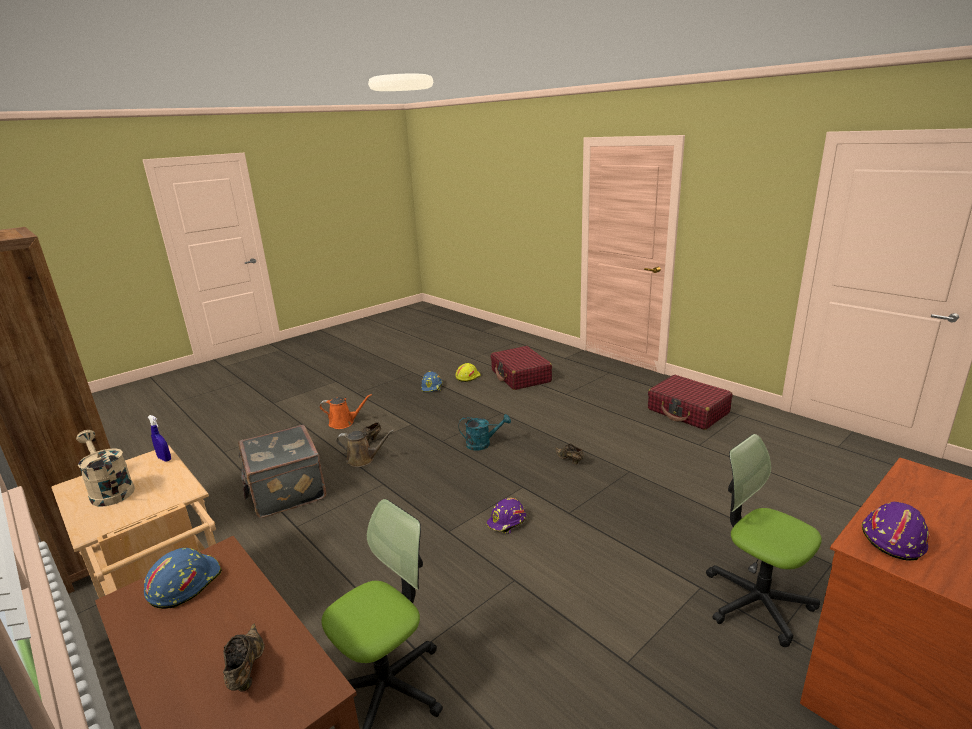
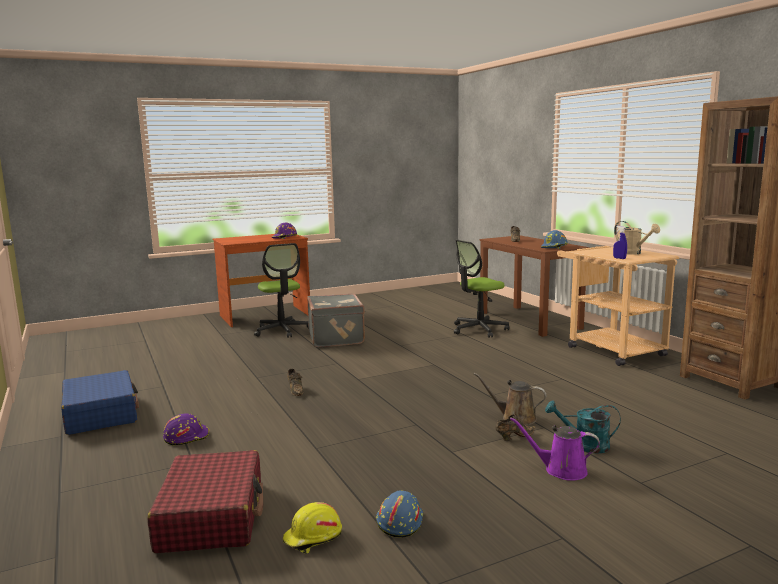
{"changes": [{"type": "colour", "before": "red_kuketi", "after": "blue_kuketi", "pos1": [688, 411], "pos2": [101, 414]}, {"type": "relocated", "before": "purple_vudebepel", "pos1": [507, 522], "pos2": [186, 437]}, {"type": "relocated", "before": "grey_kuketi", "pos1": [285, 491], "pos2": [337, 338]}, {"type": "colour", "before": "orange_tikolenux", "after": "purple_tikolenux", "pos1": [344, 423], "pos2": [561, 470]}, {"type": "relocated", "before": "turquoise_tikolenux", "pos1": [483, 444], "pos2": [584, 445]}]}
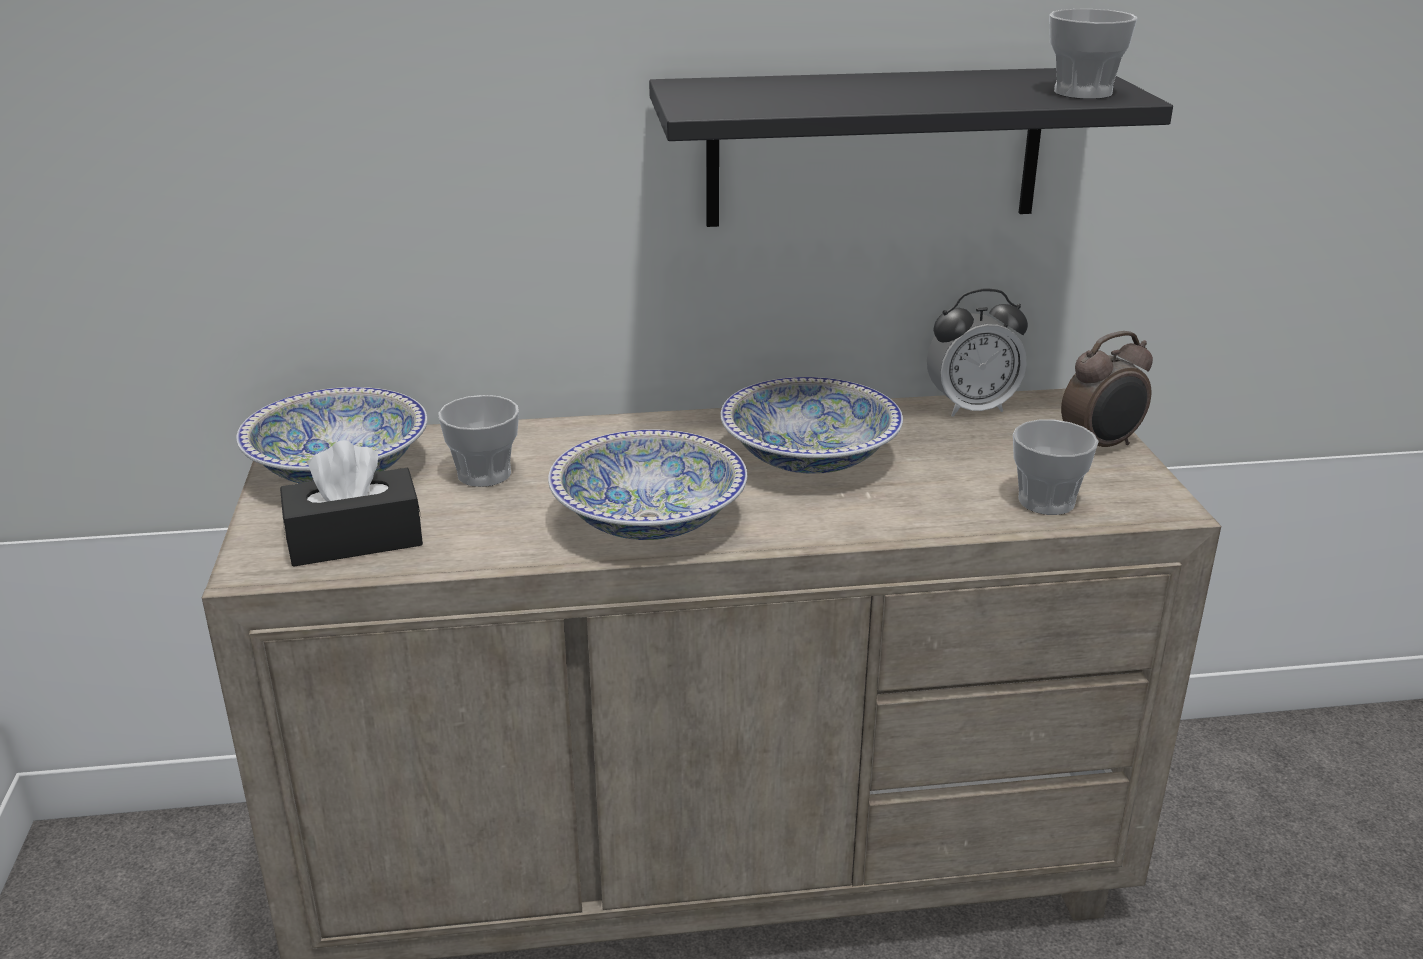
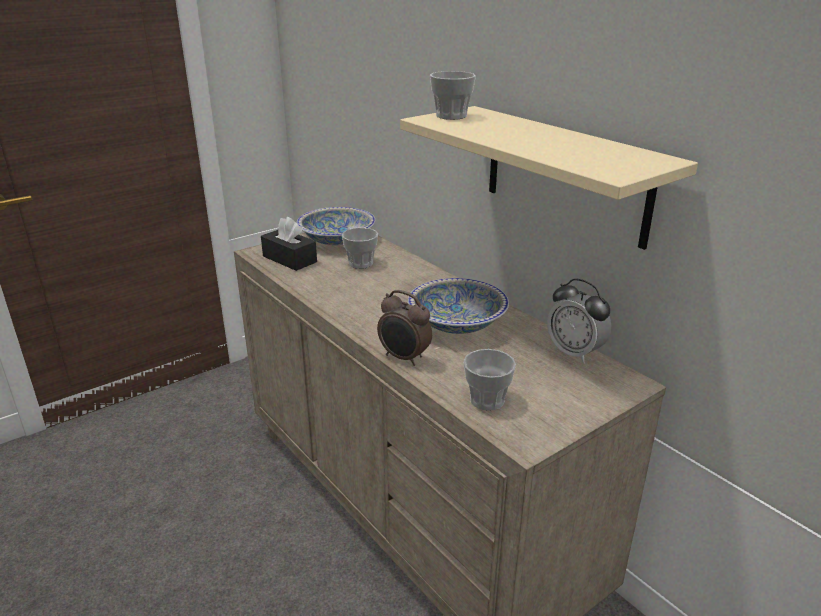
{"changes": [{"type": "relocated", "before": "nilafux", "pos1": [1101, 446], "pos2": [404, 358]}, {"type": "colour", "before": "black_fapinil", "after": "beige_fapinil", "pos1": [874, 147], "pos2": [565, 174]}, {"type": "relocated", "before": "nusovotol", "pos1": [1083, 92], "pos2": [451, 116]}, {"type": "missing", "before": "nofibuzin", "pos1": [648, 520]}]}
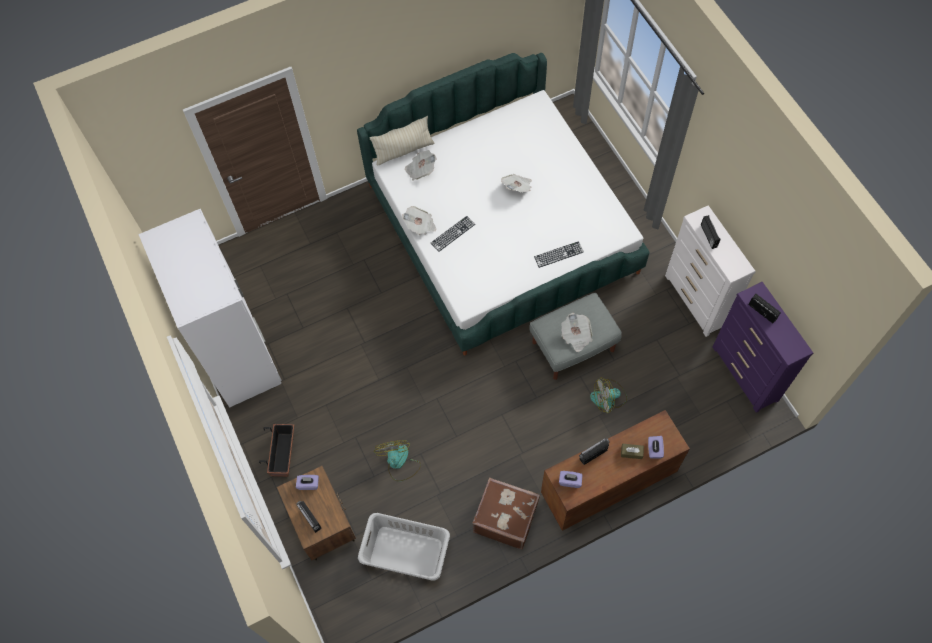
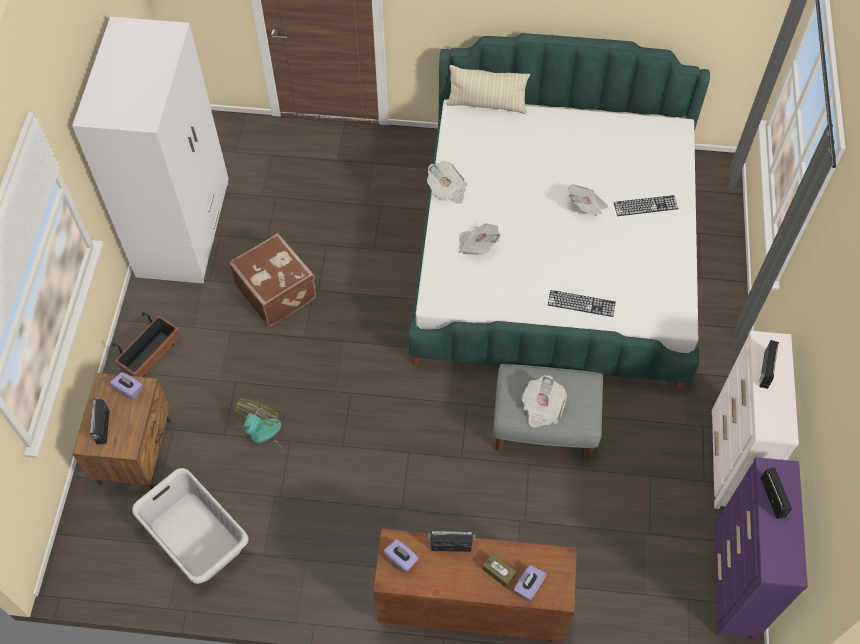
{"changes": [{"type": "relocated", "before": "brown_kuketi", "pos1": [505, 517], "pos2": [277, 291]}, {"type": "relocated", "before": "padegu", "pos1": [420, 170], "pos2": [477, 245]}, {"type": "relocated", "before": "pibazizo", "pos1": [453, 233], "pos2": [645, 205]}, {"type": "missing", "before": "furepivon", "pos1": [608, 398]}]}
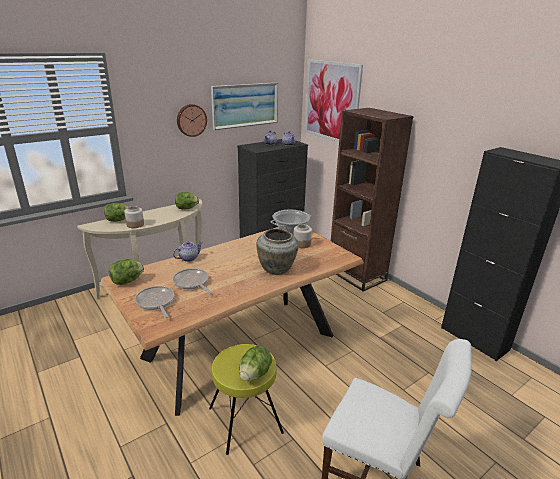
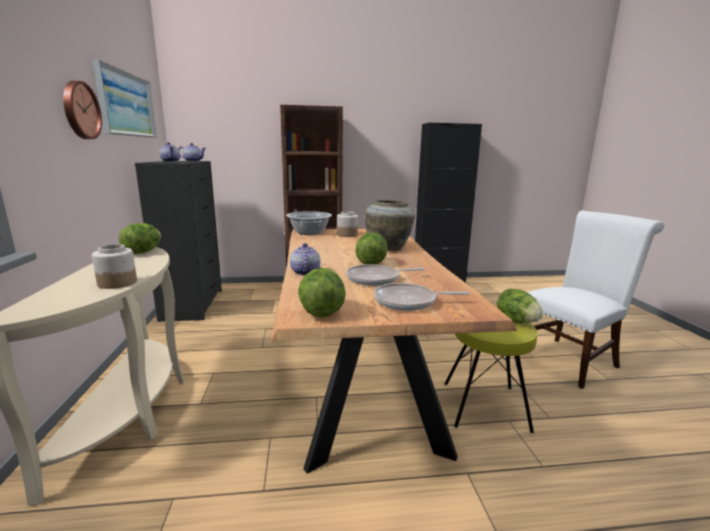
{"changes": [{"type": "relocated", "before": "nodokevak", "pos1": [118, 220], "pos2": [371, 263]}, {"type": "missing", "before": "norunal", "pos1": [331, 101]}]}
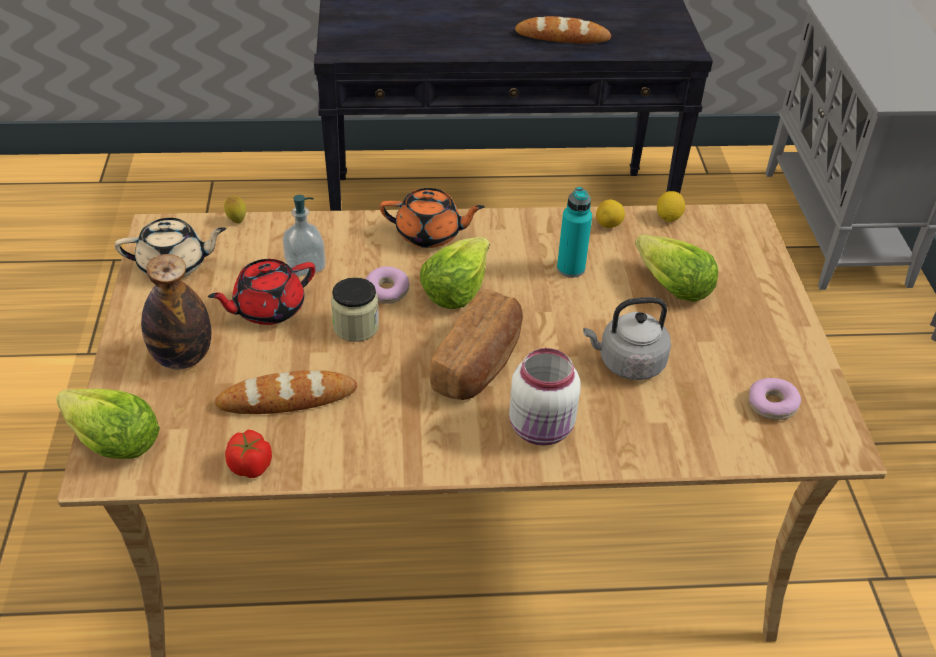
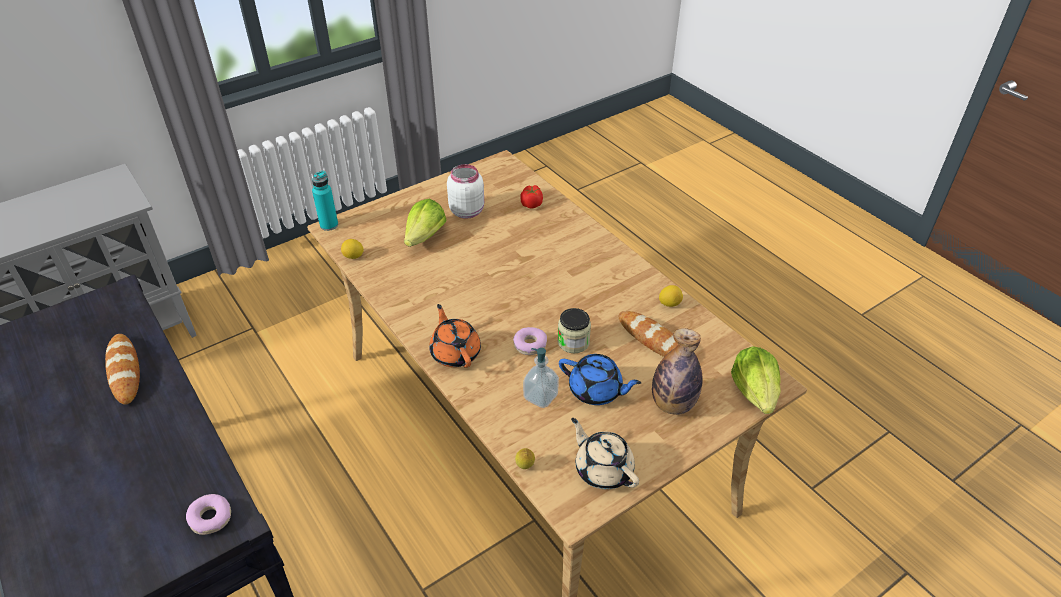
{"changes": [{"type": "relocated", "before": "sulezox", "pos1": [772, 404], "pos2": [210, 518]}, {"type": "relocated", "before": "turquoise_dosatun", "pos1": [570, 268], "pos2": [329, 225]}, {"type": "relocated", "before": "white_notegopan", "pos1": [542, 429], "pos2": [467, 210]}, {"type": "relocated", "before": "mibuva", "pos1": [250, 466], "pos2": [531, 204]}, {"type": "colour", "before": "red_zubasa", "after": "blue_zubasa", "pos1": [267, 309], "pos2": [596, 391]}, {"type": "relocated", "before": "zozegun", "pos1": [609, 225], "pos2": [669, 304]}, {"type": "missing", "before": "nodokevak", "pos1": [455, 289]}, {"type": "missing", "before": "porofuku", "pos1": [479, 364]}, {"type": "missing", "before": "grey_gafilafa", "pos1": [627, 363]}]}
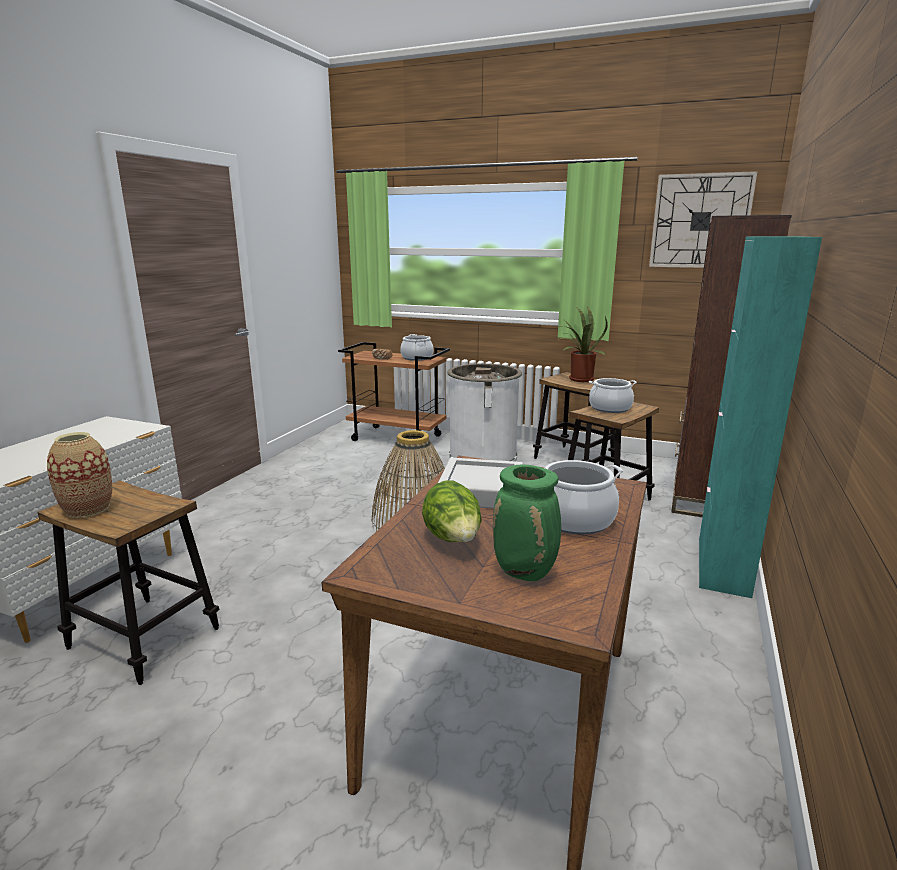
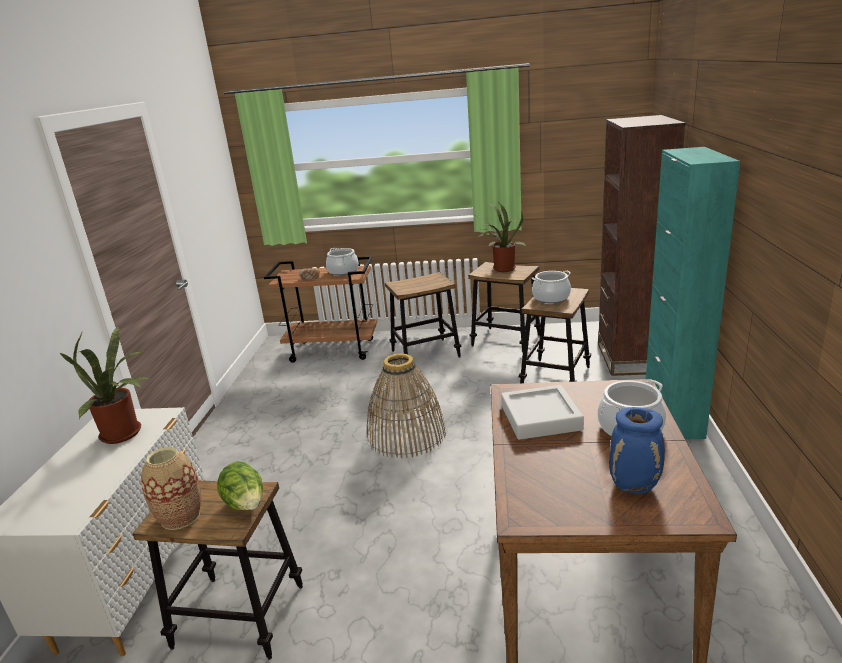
{"changes": [{"type": "appeared", "after": "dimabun", "pos2": [125, 434]}, {"type": "relocated", "before": "nodokevak", "pos1": [453, 540], "pos2": [246, 505]}, {"type": "exchanged", "before": "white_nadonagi", "after": "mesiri", "pos1": [482, 457], "pos2": [425, 354]}, {"type": "colour", "before": "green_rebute", "after": "blue_rebute", "pos1": [526, 572], "pos2": [635, 486]}, {"type": "missing", "before": "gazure", "pos1": [700, 221]}]}
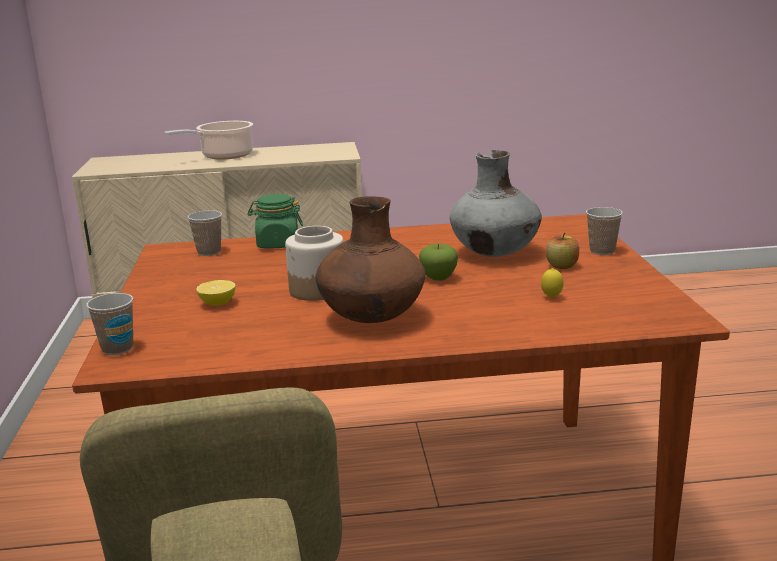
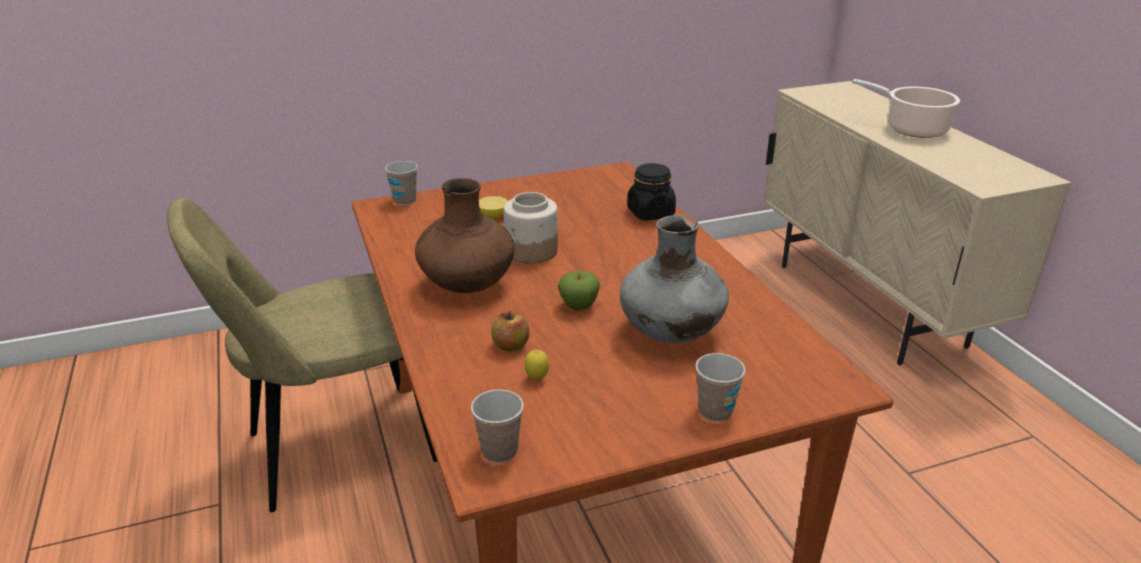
{"changes": [{"type": "relocated", "before": "nusovotol", "pos1": [209, 252], "pos2": [499, 451]}, {"type": "relocated", "before": "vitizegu", "pos1": [562, 266], "pos2": [511, 345]}, {"type": "colour", "before": "green_notegopan", "after": "black_notegopan", "pos1": [277, 244], "pos2": [650, 213]}]}
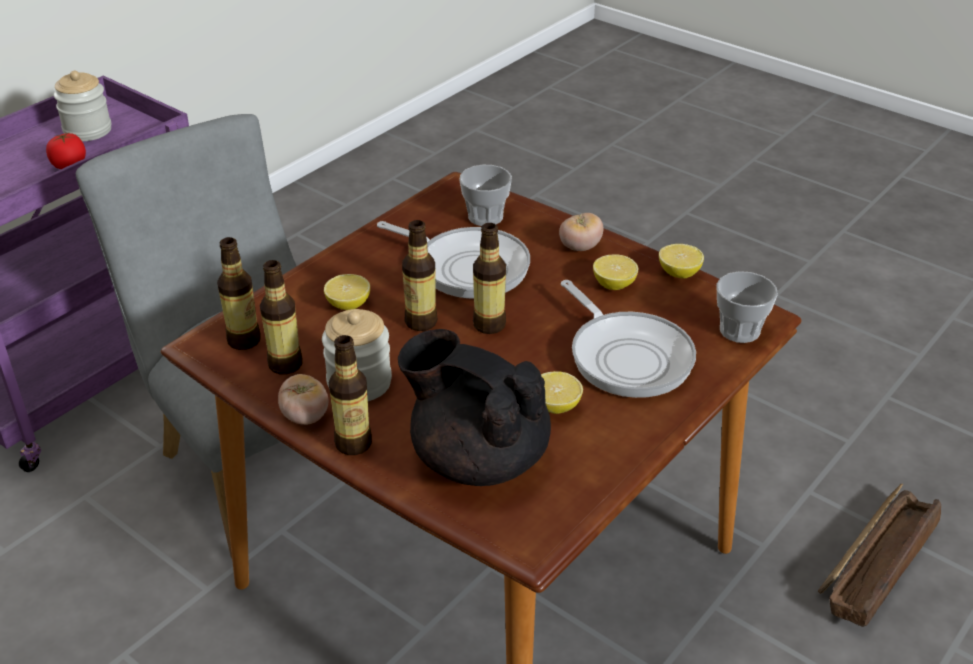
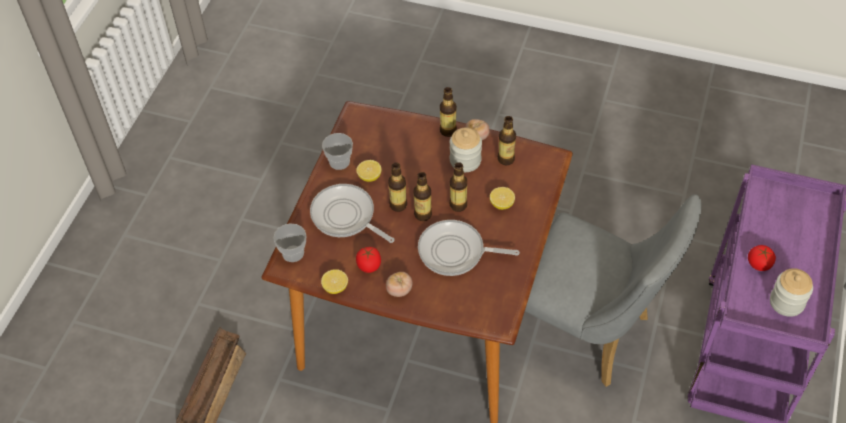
{"changes": [{"type": "relocated", "before": "nusovotol", "pos1": [485, 217], "pos2": [339, 162]}, {"type": "exchanged", "before": "zozegun", "after": "mibuva", "pos1": [614, 284], "pos2": [369, 265]}, {"type": "relocated", "before": "dosatun", "pos1": [244, 340], "pos2": [398, 205]}, {"type": "missing", "before": "black_zubasa", "pos1": [477, 457]}]}
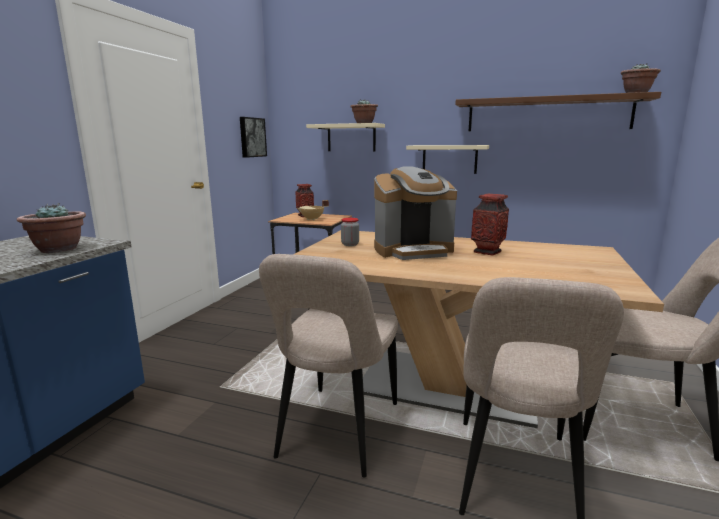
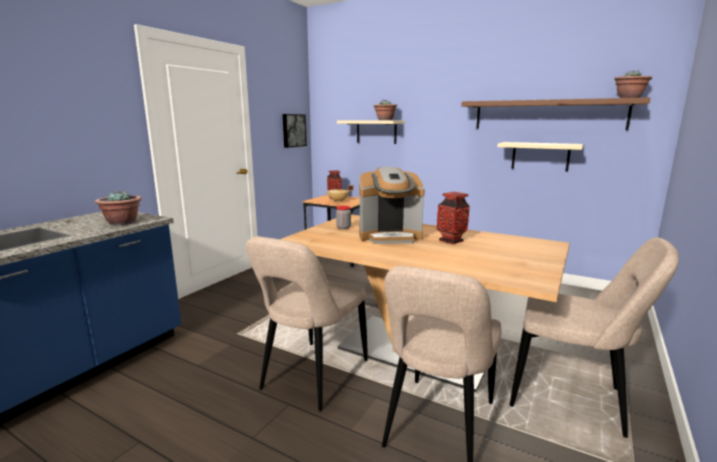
{"changes": [{"type": "relocated", "before": "beige_fapinil", "pos1": [449, 159], "pos2": [540, 156]}]}
